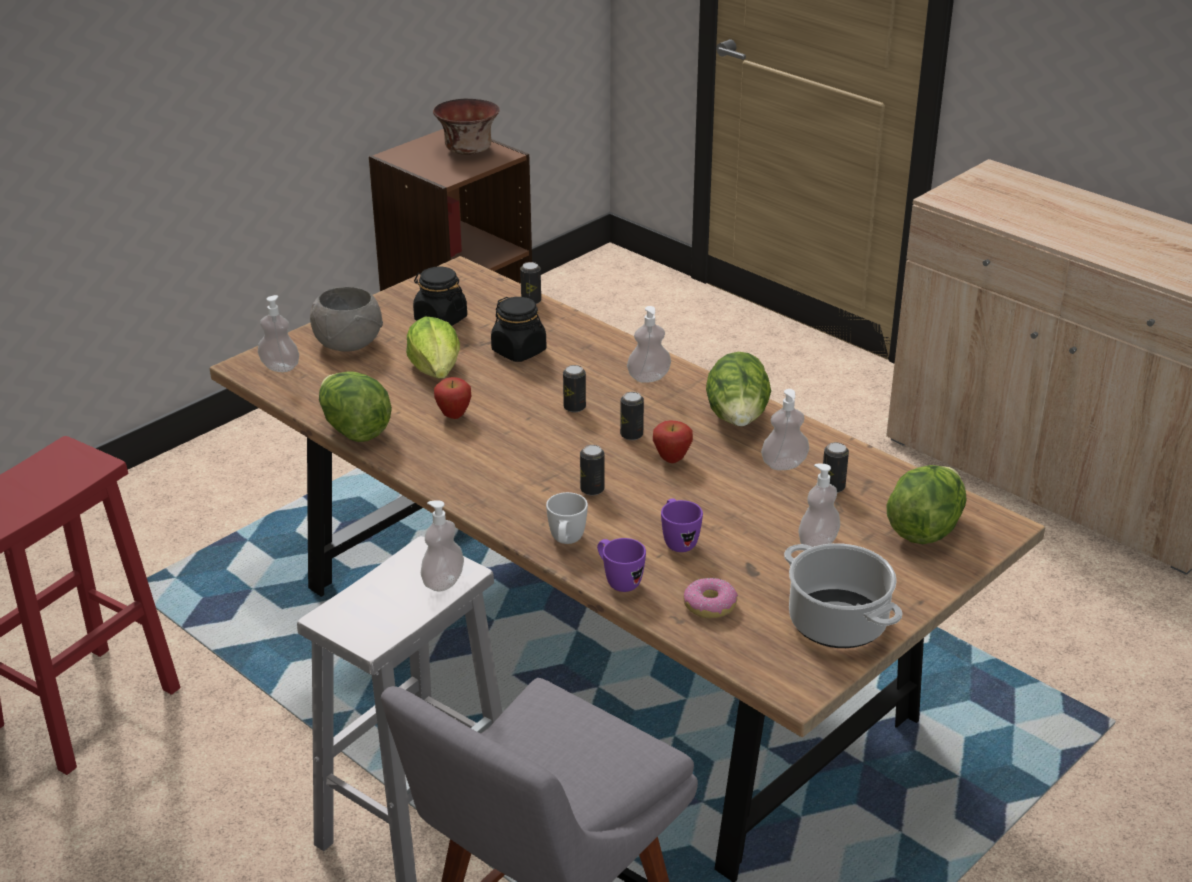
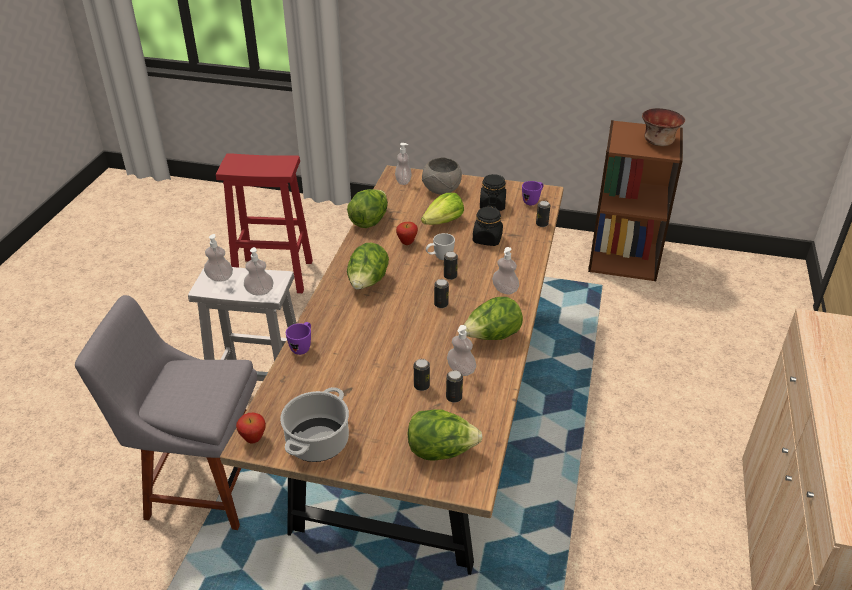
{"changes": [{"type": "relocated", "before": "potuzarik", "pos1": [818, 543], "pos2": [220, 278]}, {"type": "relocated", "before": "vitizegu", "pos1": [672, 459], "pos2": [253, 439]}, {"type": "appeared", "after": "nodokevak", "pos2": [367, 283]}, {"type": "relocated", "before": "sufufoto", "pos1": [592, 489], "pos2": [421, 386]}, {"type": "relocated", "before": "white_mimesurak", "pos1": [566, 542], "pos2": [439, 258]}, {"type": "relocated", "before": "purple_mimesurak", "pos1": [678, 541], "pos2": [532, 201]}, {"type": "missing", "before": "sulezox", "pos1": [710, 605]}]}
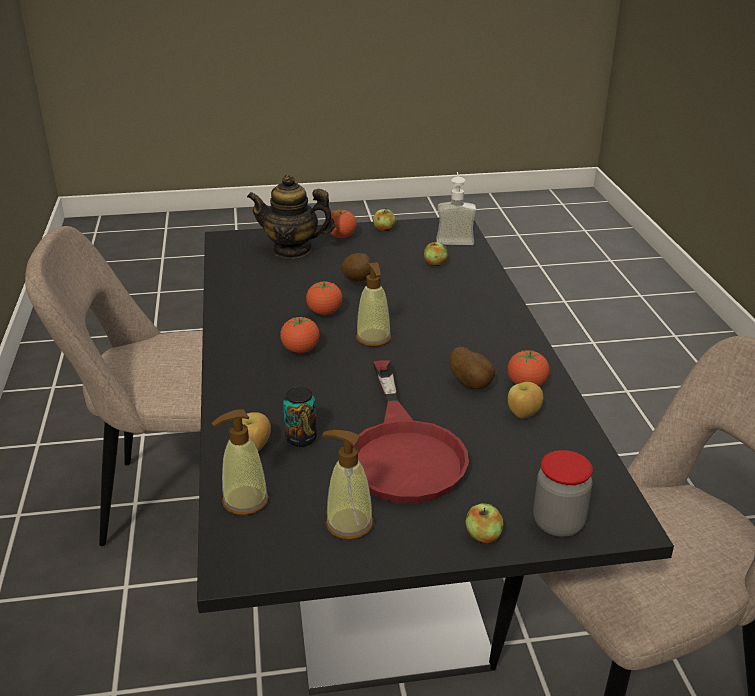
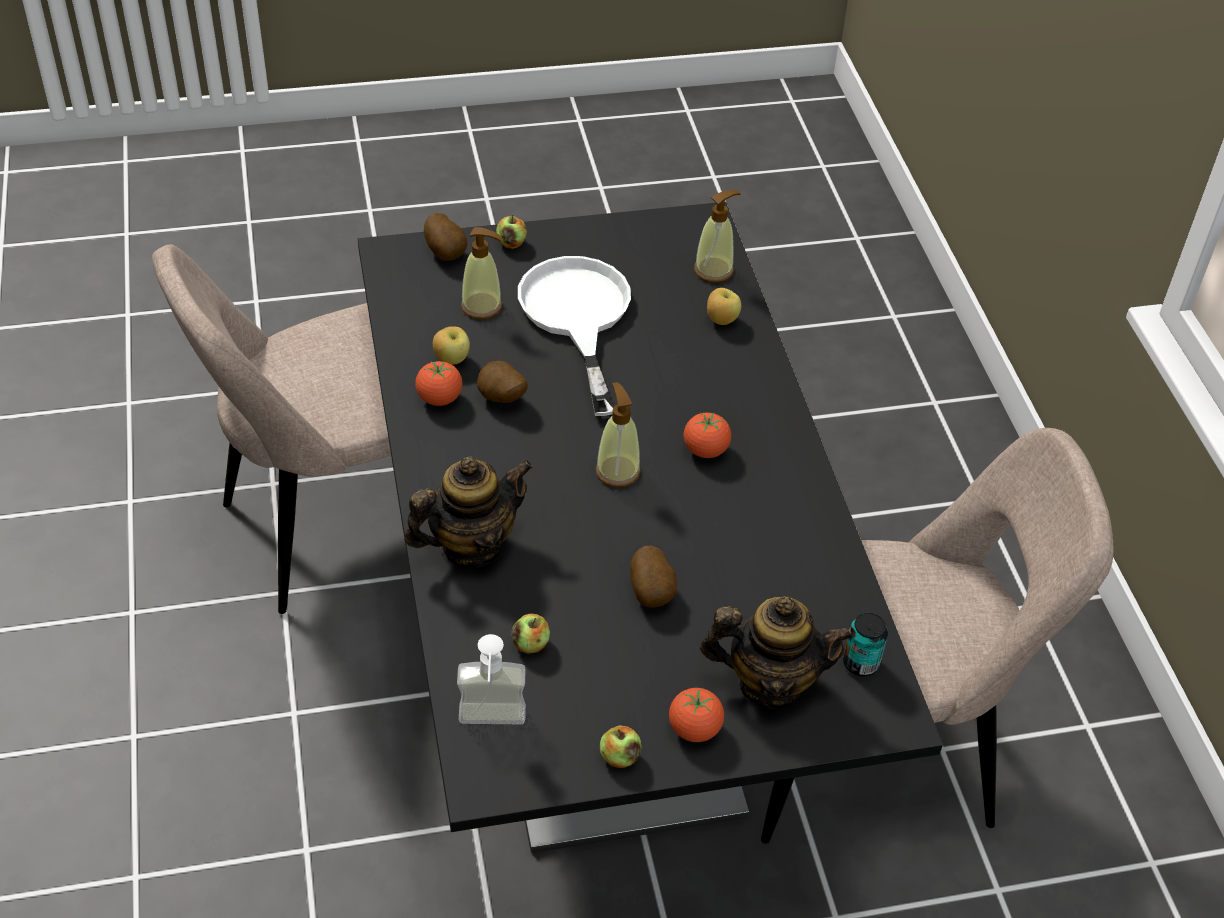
{"changes": [{"type": "appeared", "after": "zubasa", "pos2": [470, 545]}, {"type": "exchanged", "before": "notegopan", "after": "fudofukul", "pos1": [558, 523], "pos2": [447, 253]}, {"type": "relocated", "before": "potuzarik", "pos1": [349, 524], "pos2": [482, 306]}, {"type": "colour", "before": "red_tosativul", "after": "white_tosativul", "pos1": [403, 451], "pos2": [577, 318]}, {"type": "relocated", "before": "sufufoto", "pos1": [301, 438], "pos2": [860, 663]}, {"type": "missing", "before": "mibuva", "pos1": [324, 312]}]}
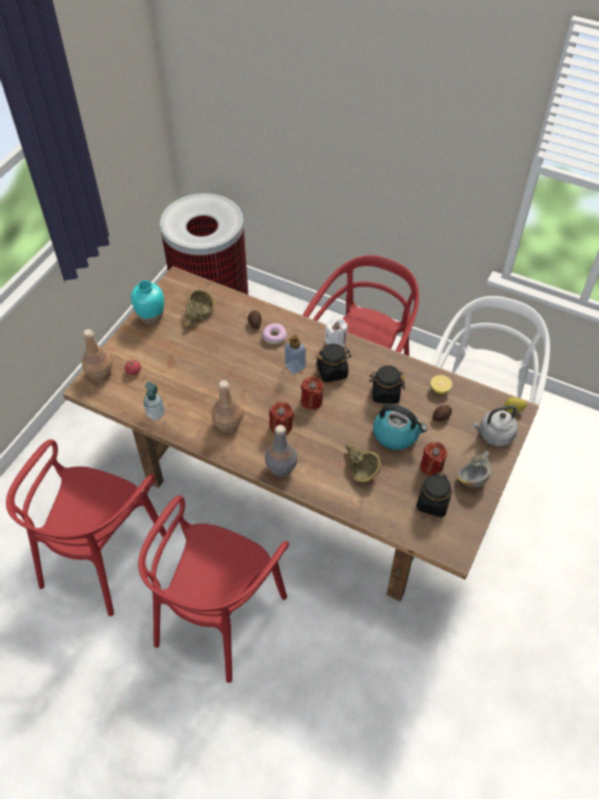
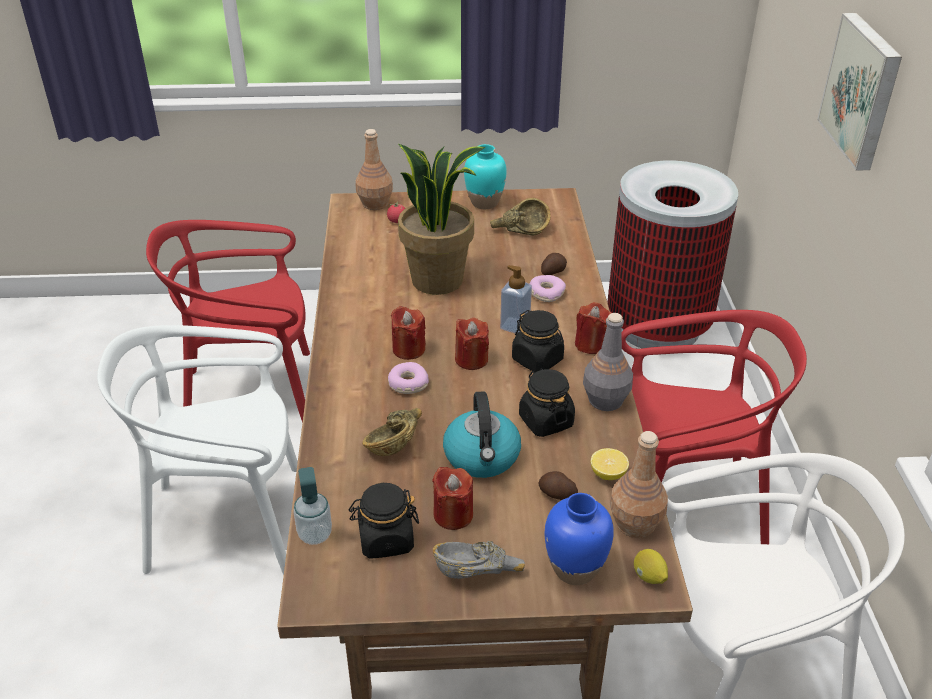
{"changes": [{"type": "colour", "before": "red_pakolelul", "after": "white_pakolelul", "pos1": [218, 616], "pos2": [228, 523]}, {"type": "relocated", "before": "potuzarik", "pos1": [155, 414], "pos2": [315, 534]}, {"type": "appeared", "after": "sulezox", "pos2": [407, 384]}, {"type": "appeared", "after": "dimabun", "pos2": [438, 279]}, {"type": "exchanged", "before": "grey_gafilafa", "after": "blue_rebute", "pos1": [494, 435], "pos2": [574, 569]}, {"type": "colour", "before": "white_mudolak", "after": "red_mudolak", "pos1": [335, 342], "pos2": [591, 344]}, {"type": "relocated", "before": "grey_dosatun", "pos1": [281, 468], "pos2": [605, 400]}, {"type": "relocated", "before": "brown_dosatun", "pos1": [228, 424], "pos2": [636, 523]}, {"type": "appeared", "after": "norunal", "pos2": [863, 90]}]}
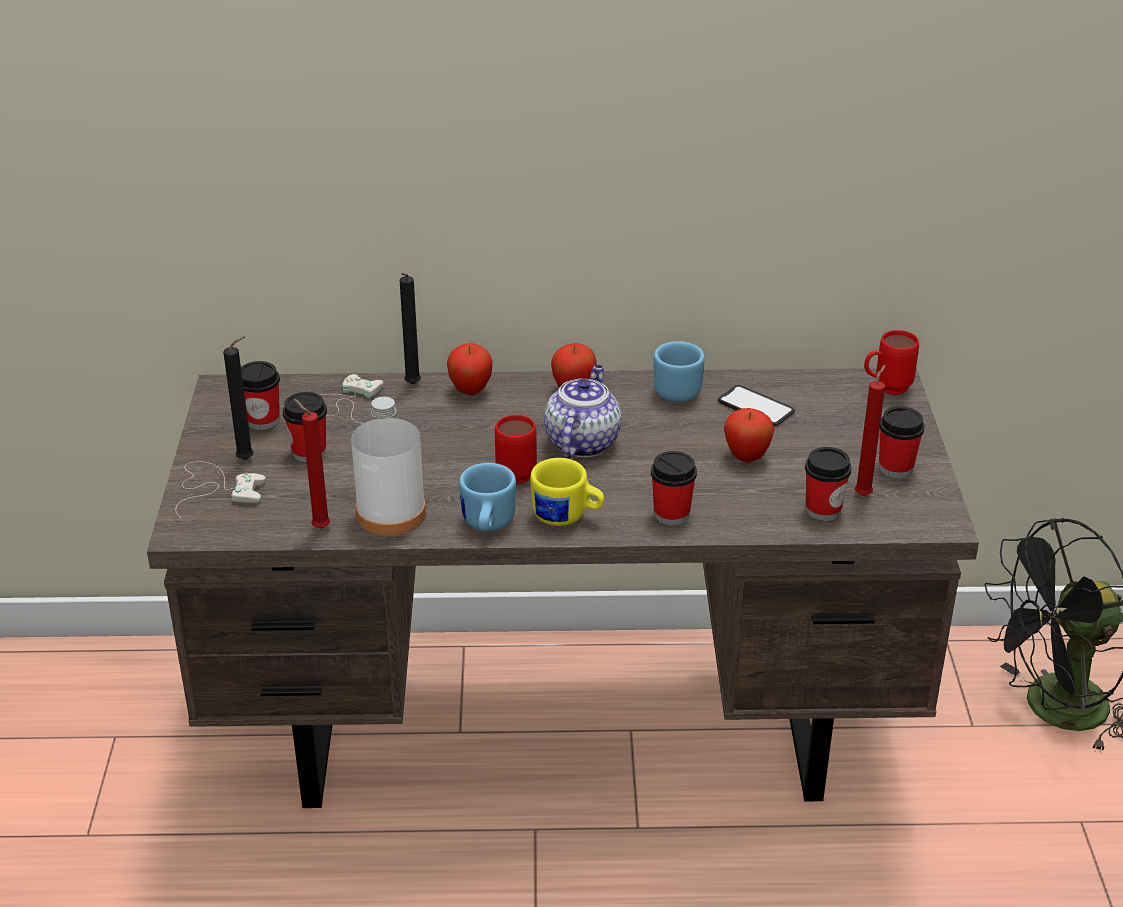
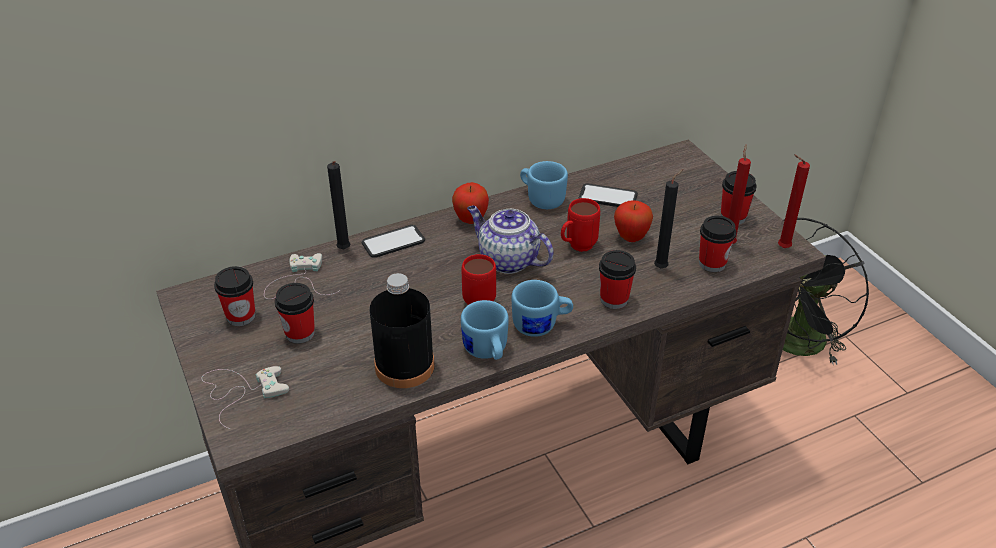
{"changes": [{"type": "exchanged", "before": "vitizegu", "after": "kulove", "pos1": [470, 391], "pos2": [393, 242]}, {"type": "colour", "before": "white_dosatun", "after": "black_dosatun", "pos1": [391, 513], "pos2": [404, 366]}, {"type": "spun", "before": "zubasa", "pos1": [582, 442], "pos2": [507, 260], "turn": -45}, {"type": "colour", "before": "yellow_mimesurak", "after": "blue_mimesurak", "pos1": [567, 517], "pos2": [541, 325]}, {"type": "relocated", "before": "red_mimesurak", "pos1": [886, 389], "pos2": [576, 247]}, {"type": "relocated", "before": "black_mudolak", "pos1": [248, 459], "pos2": [662, 267]}, {"type": "relocated", "before": "red_mudolak", "pos1": [318, 527], "pos2": [781, 248]}]}
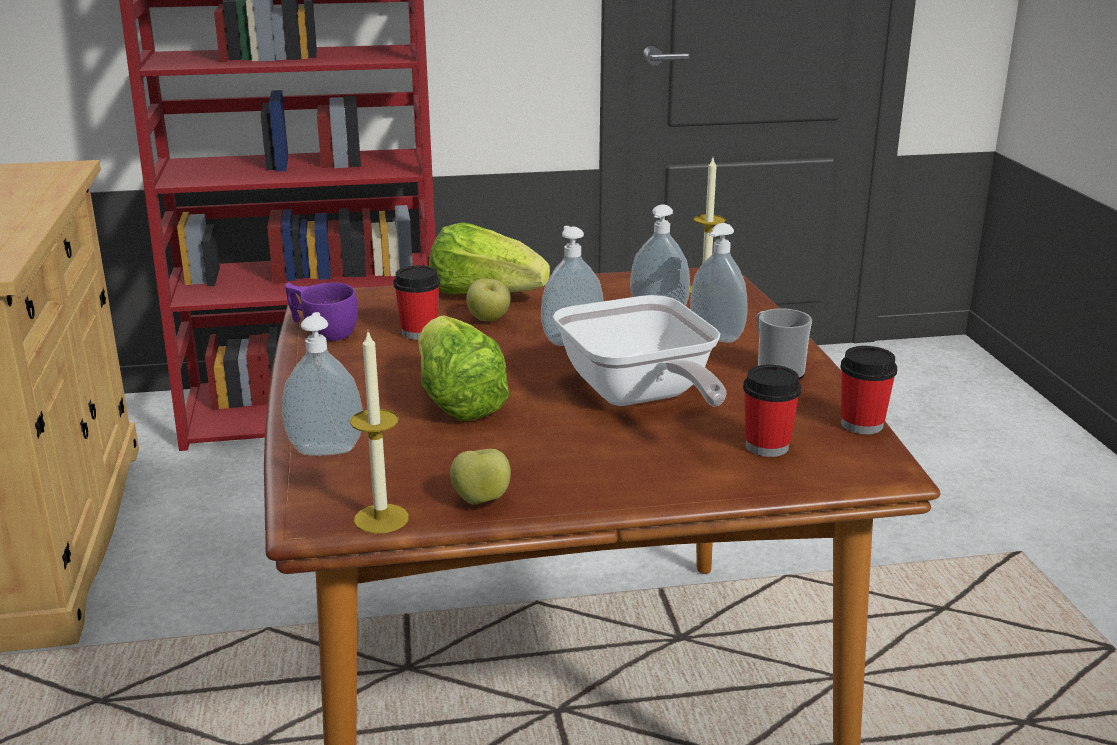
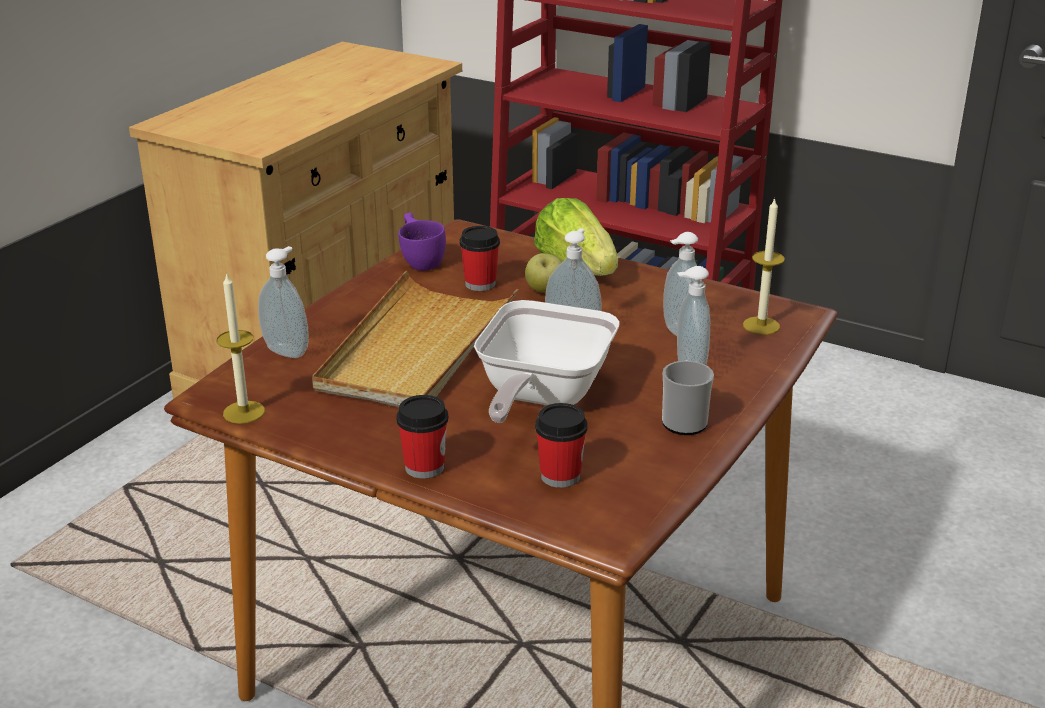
{"changes": [{"type": "exchanged", "before": "nodokevak", "after": "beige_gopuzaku", "pos1": [457, 400], "pos2": [417, 348]}, {"type": "relocated", "before": "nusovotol", "pos1": [861, 424], "pos2": [424, 467]}, {"type": "missing", "before": "vitizegu", "pos1": [481, 500]}]}
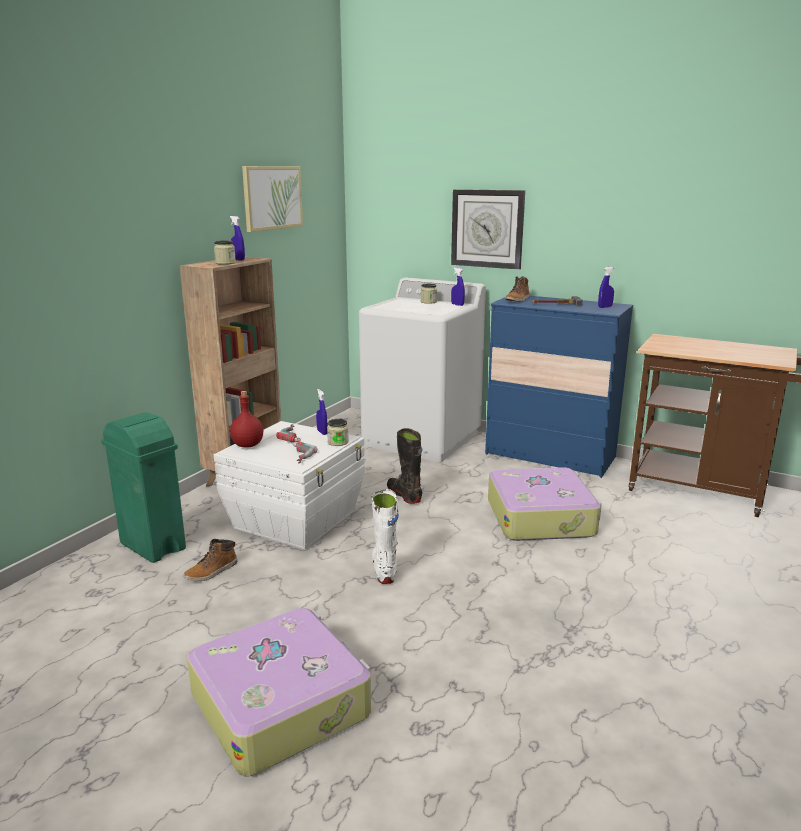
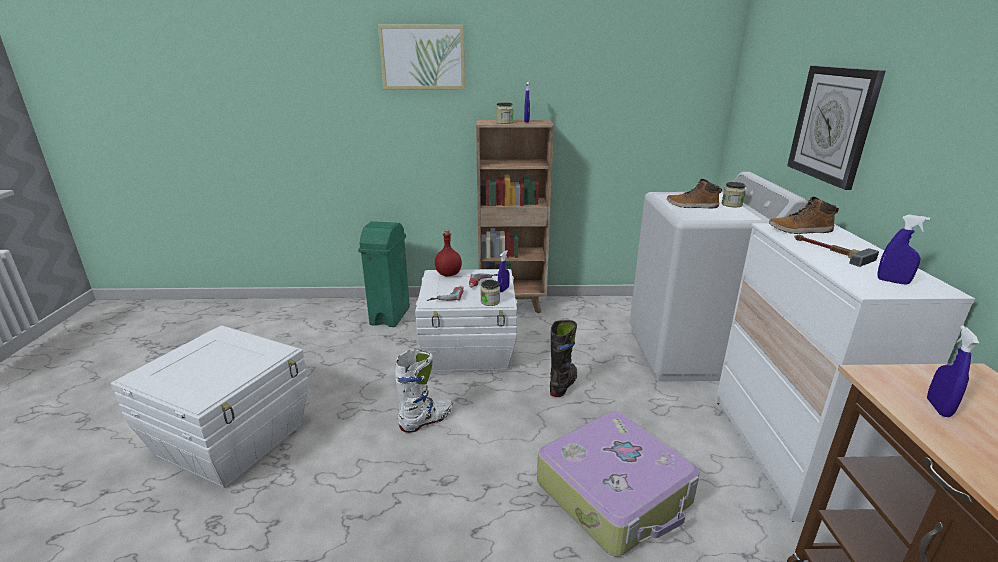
{"changes": [{"type": "exchanged", "before": "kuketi", "after": "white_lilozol", "pos1": [281, 703], "pos2": [233, 439]}, {"type": "relocated", "before": "norunal", "pos1": [272, 197], "pos2": [423, 57]}, {"type": "relocated", "before": "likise", "pos1": [212, 571], "pos2": [692, 206]}, {"type": "colour", "before": "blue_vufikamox", "after": "white_vufikamox", "pos1": [549, 456], "pos2": [785, 453]}, {"type": "relocated", "before": "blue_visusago", "pos1": [457, 305], "pos2": [938, 408]}]}
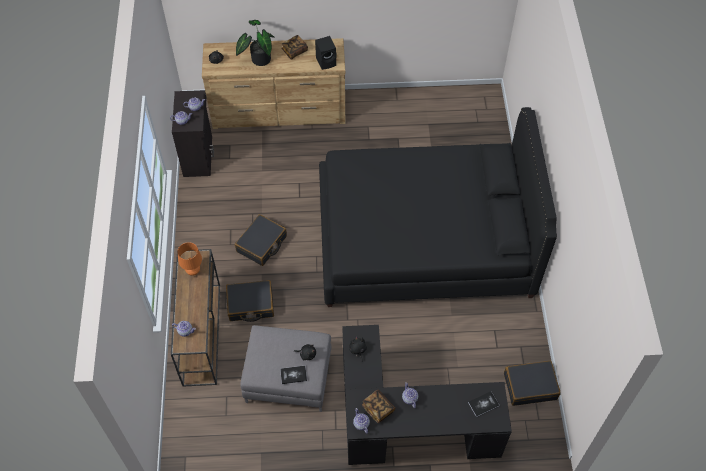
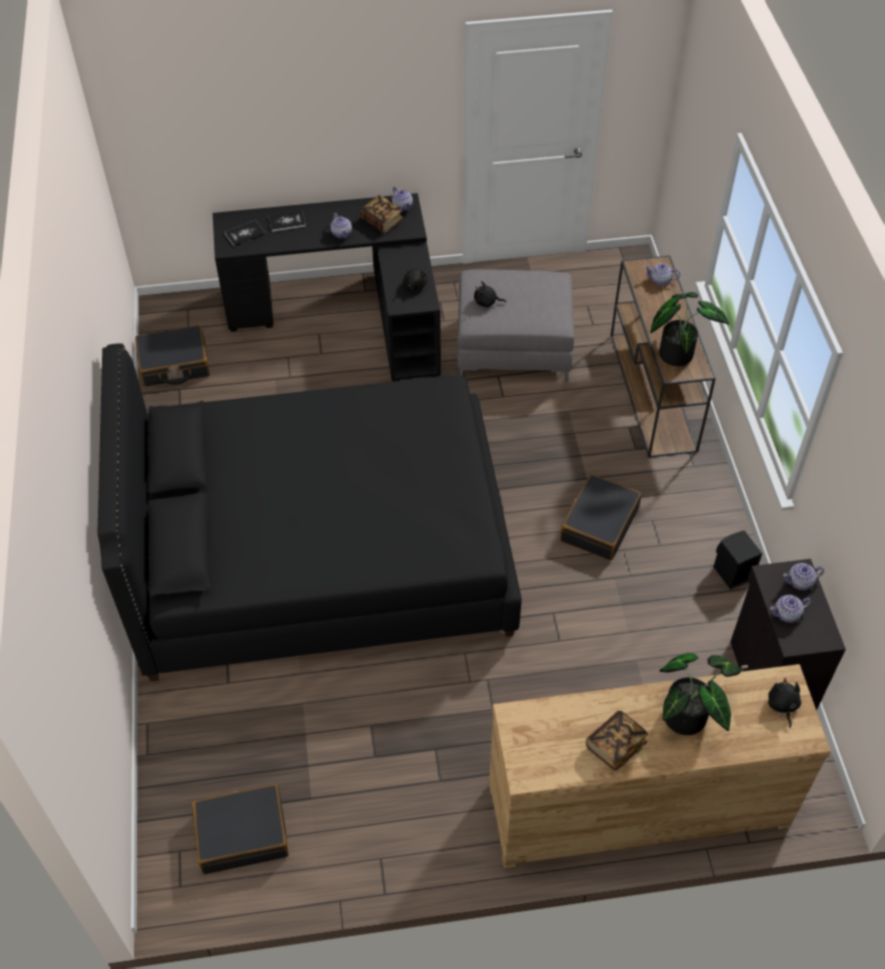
{"changes": [{"type": "relocated", "before": "black_kuketi", "pos1": [250, 305], "pos2": [242, 834]}, {"type": "relocated", "before": "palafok", "pos1": [293, 375], "pos2": [287, 222]}, {"type": "exchanged", "before": "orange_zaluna", "after": "dimabun", "pos1": [193, 271], "pos2": [678, 352]}, {"type": "relocated", "before": "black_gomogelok", "pos1": [326, 62], "pos2": [731, 573]}]}
